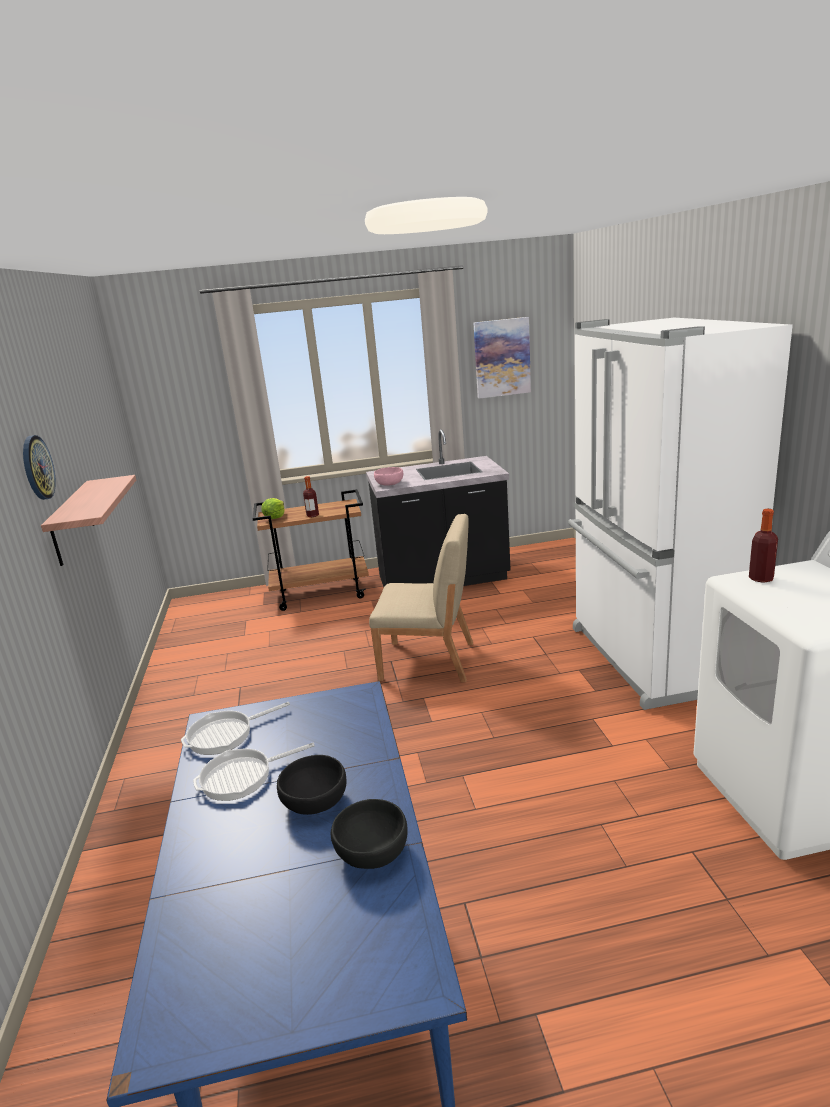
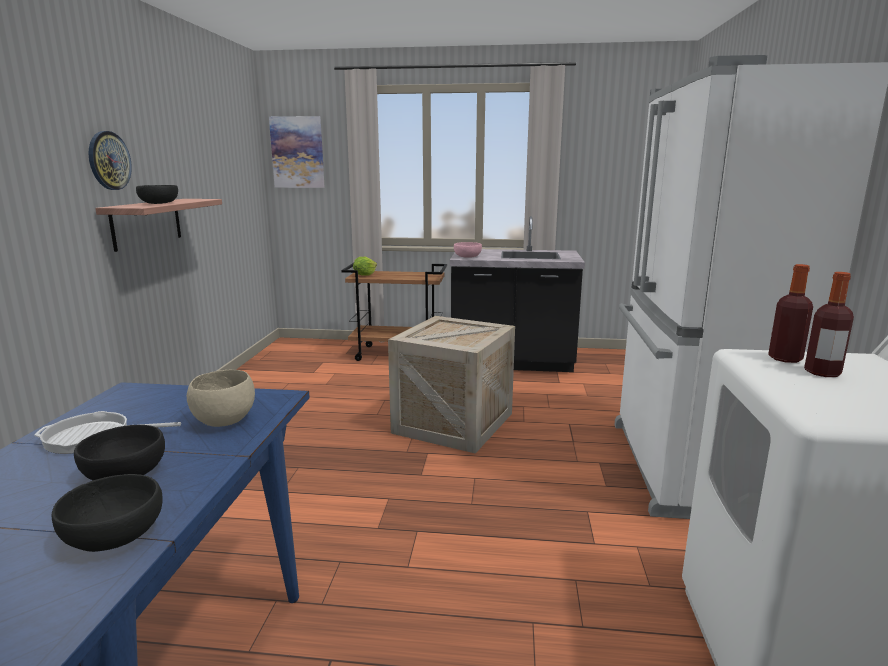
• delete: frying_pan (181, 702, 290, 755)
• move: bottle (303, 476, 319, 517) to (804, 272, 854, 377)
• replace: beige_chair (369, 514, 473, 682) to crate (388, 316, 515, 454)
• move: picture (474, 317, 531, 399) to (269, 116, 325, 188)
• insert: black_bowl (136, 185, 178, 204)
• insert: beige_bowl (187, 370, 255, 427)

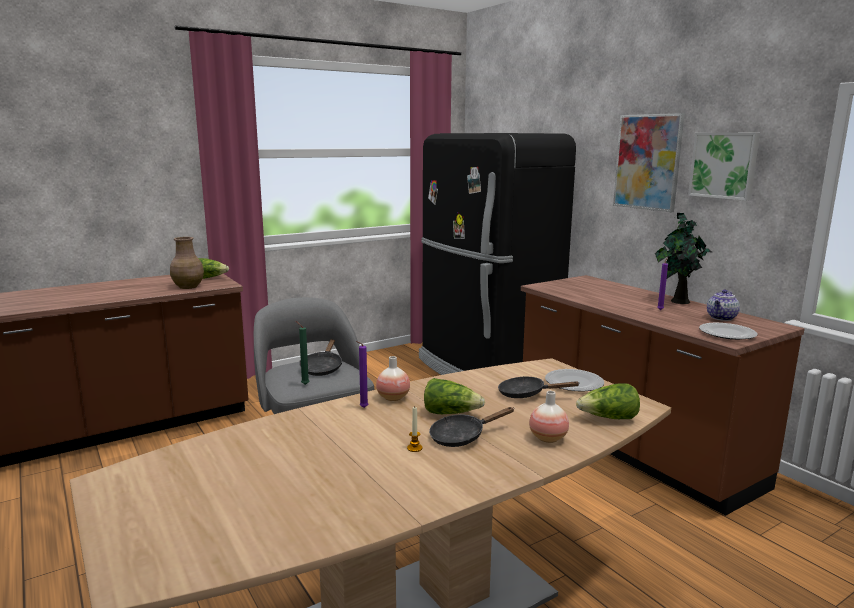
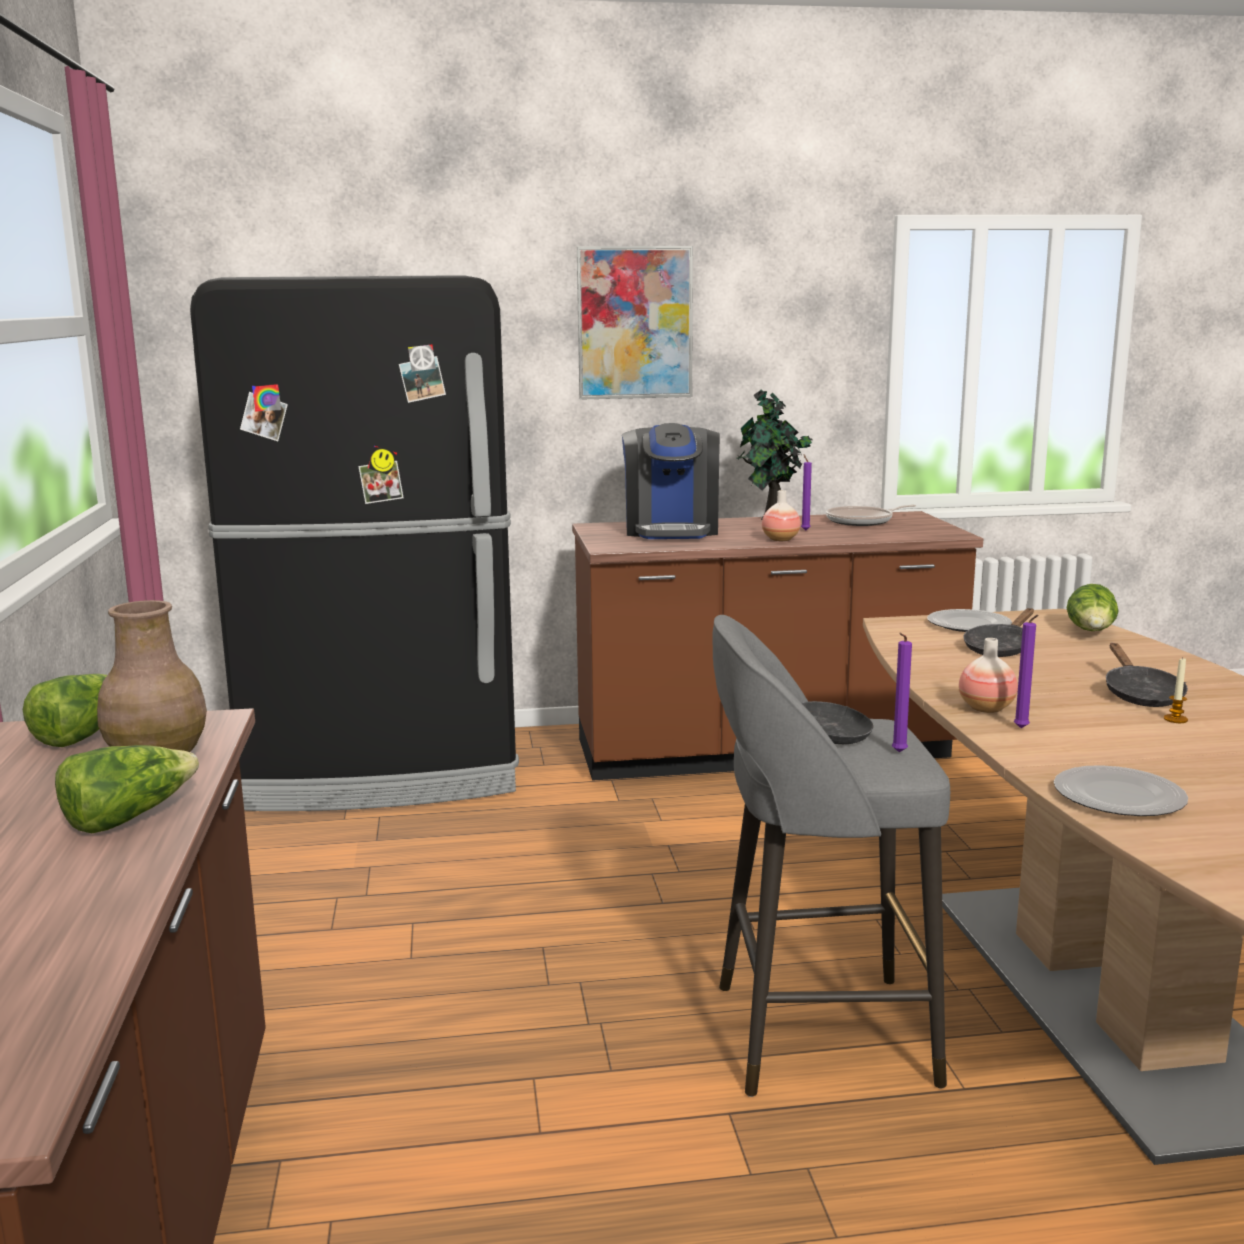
• recolor: green_candle (296, 321, 309, 385) to purple_candle (892, 633, 912, 753)
• move: lettuce (424, 378, 485, 414) to (55, 745, 199, 833)
• move: vase (529, 391, 569, 443) to (762, 490, 801, 541)
• delete: picture (688, 133, 760, 201)
• move: plate (699, 323, 758, 340) to (1054, 765, 1188, 816)
• replace: teapot (707, 290, 740, 321) to frying_pan (826, 505, 916, 526)
• insert: coffee_machine (622, 423, 720, 539)

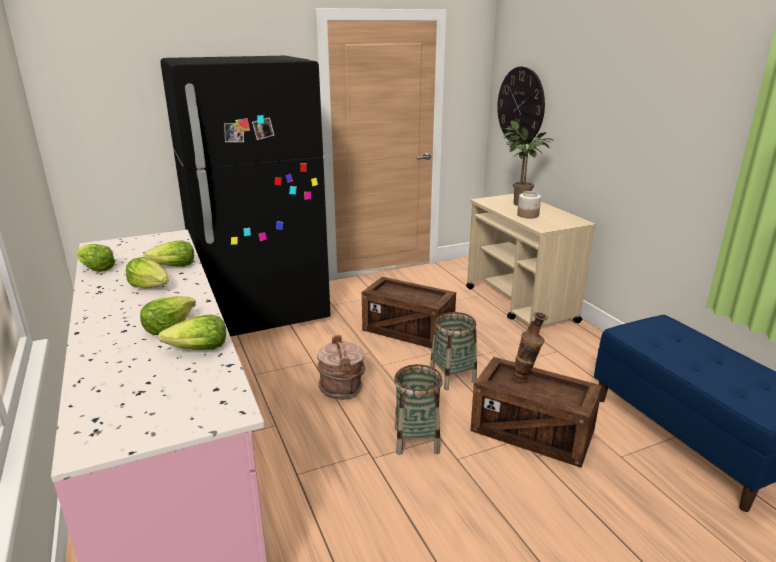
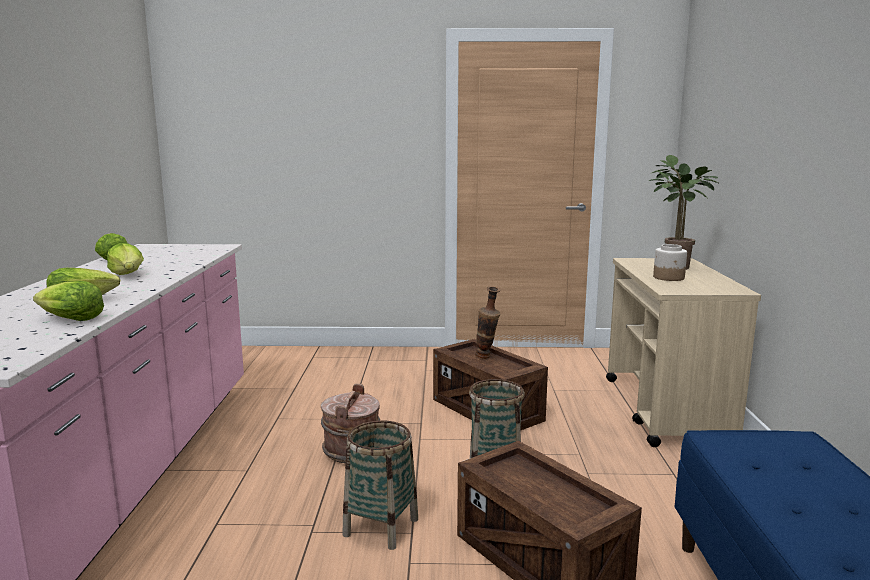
• delete: lettuce (143, 240, 194, 267)
• delete: black_fridge (160, 56, 331, 337)
• delete: wall_clock (497, 66, 545, 143)
• move: vase (512, 312, 548, 383) to (475, 287, 501, 359)

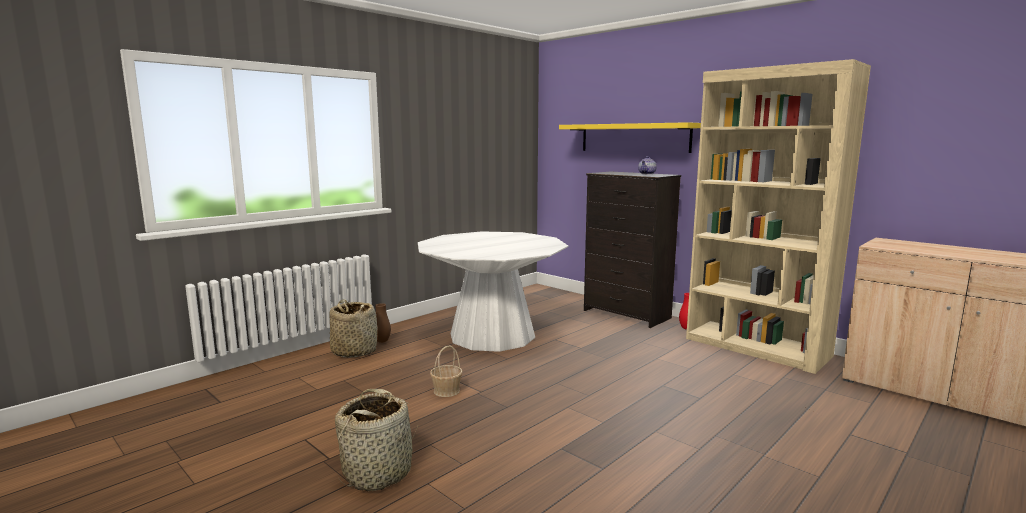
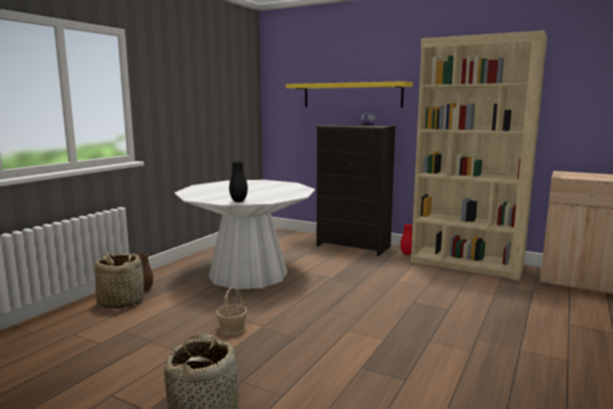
• insert: black_vase (229, 161, 248, 202)

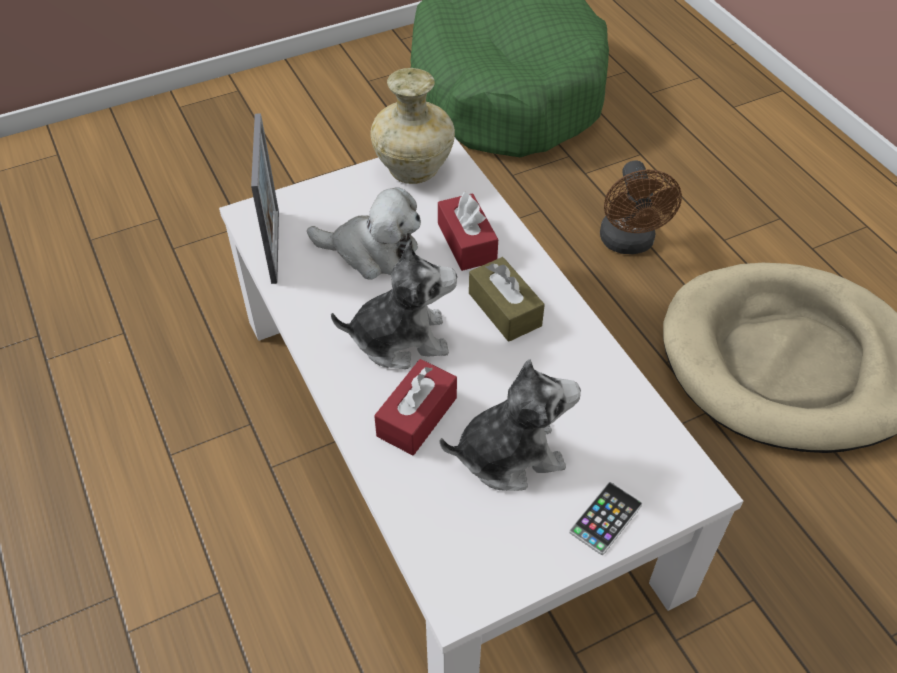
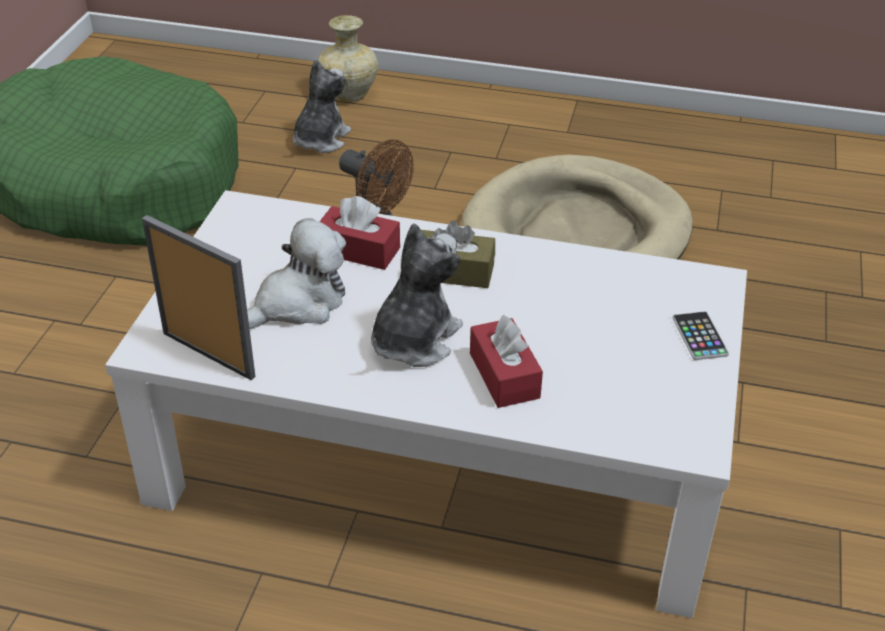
• move: beige_vase (370, 68, 455, 184) to (318, 15, 378, 102)
• move: plush_toy (440, 359, 581, 491) to (293, 59, 351, 153)

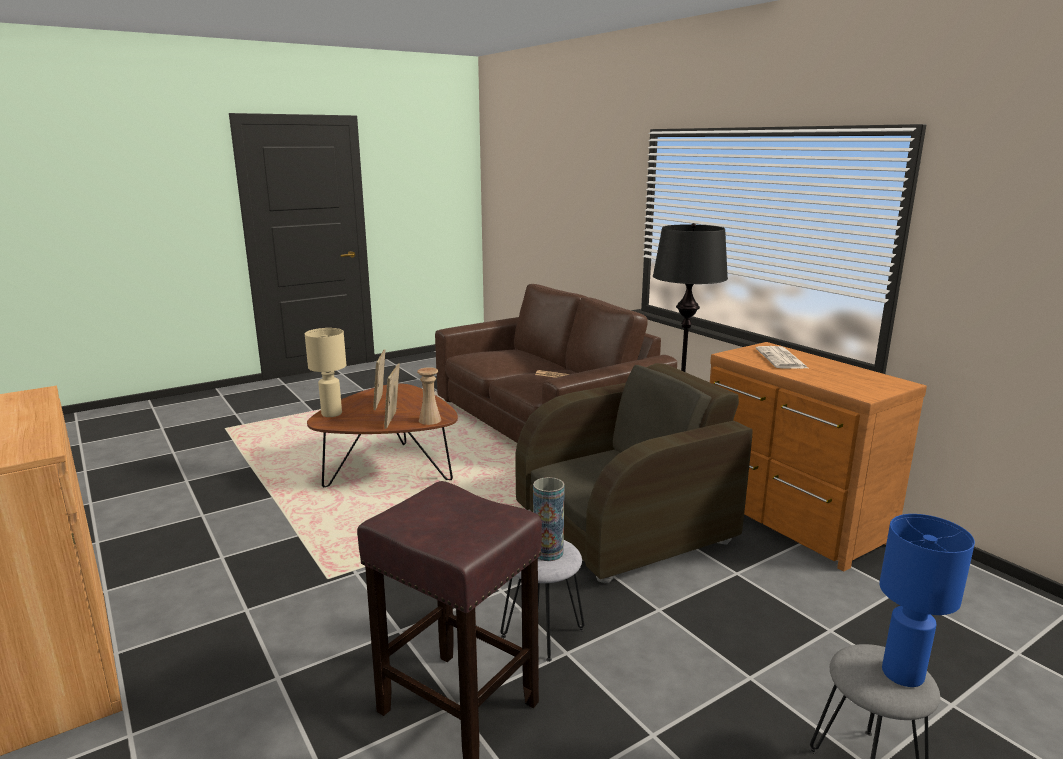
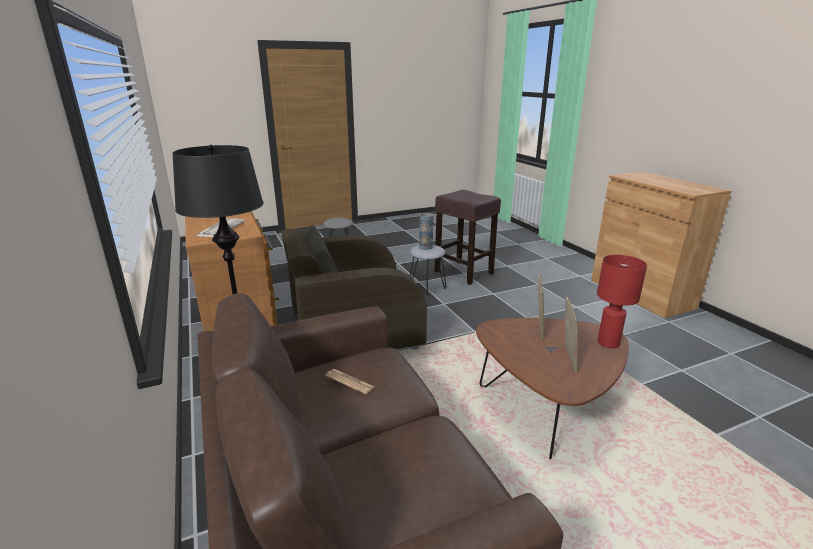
• recolor: beige_table_lamp (305, 328, 346, 417) to red_table_lamp (597, 255, 647, 348)
• delete: beige_vase (417, 367, 441, 425)
• delete: blue_table_lamp (879, 514, 975, 687)

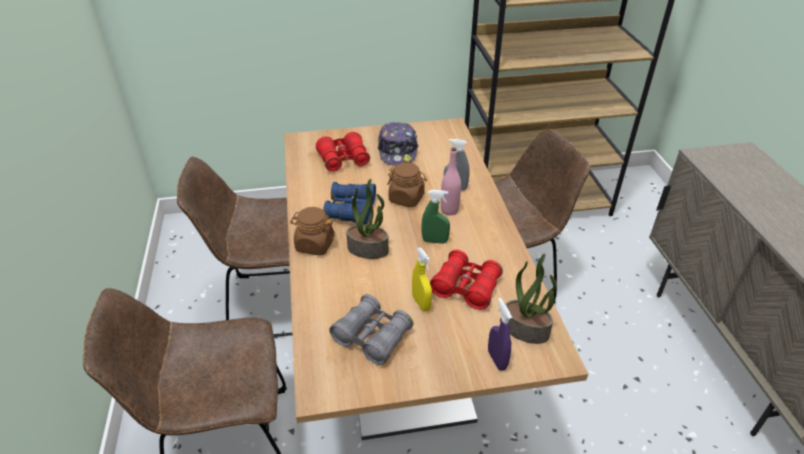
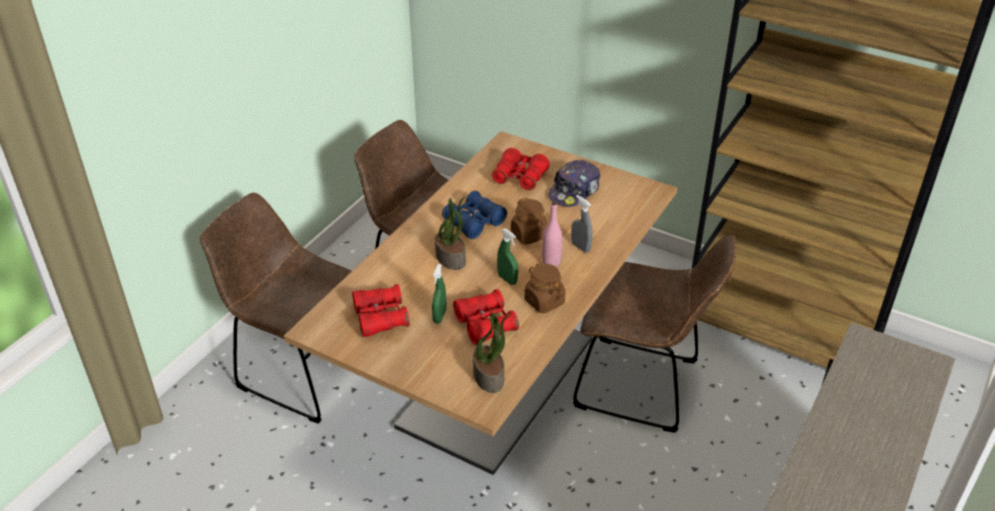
• move: brown_jar (290, 207, 335, 256) to (524, 264, 565, 313)
• recolor: grey_binoculars (330, 294, 413, 365) to red_binoculars (352, 284, 410, 337)
• recolor: yellow_spray_bottle (412, 248, 432, 312) to green_spray_bottle (432, 264, 446, 324)
• delete: purple_spray_bottle (488, 298, 512, 370)

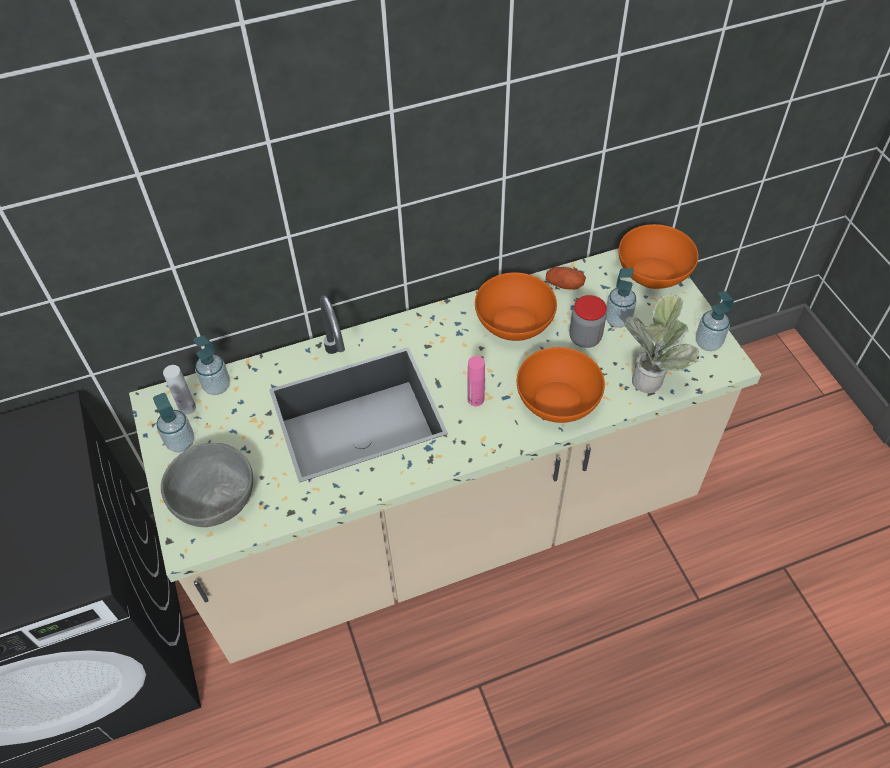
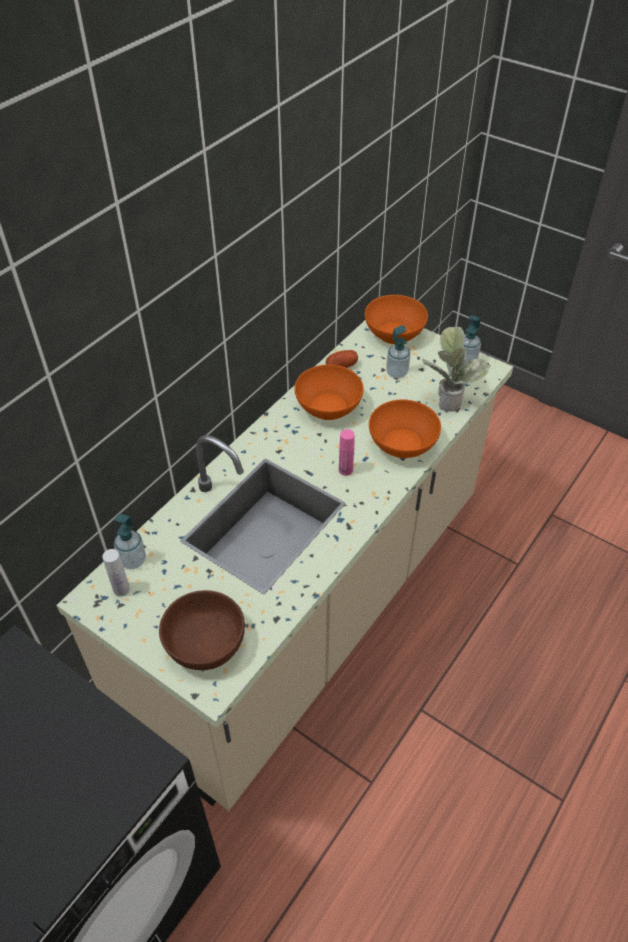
• delete: soap_dispenser (153, 393, 194, 452)
• recolor: grey_bowl (161, 443, 253, 527) to brown_bowl (159, 590, 245, 670)
• delete: jar (569, 295, 607, 348)

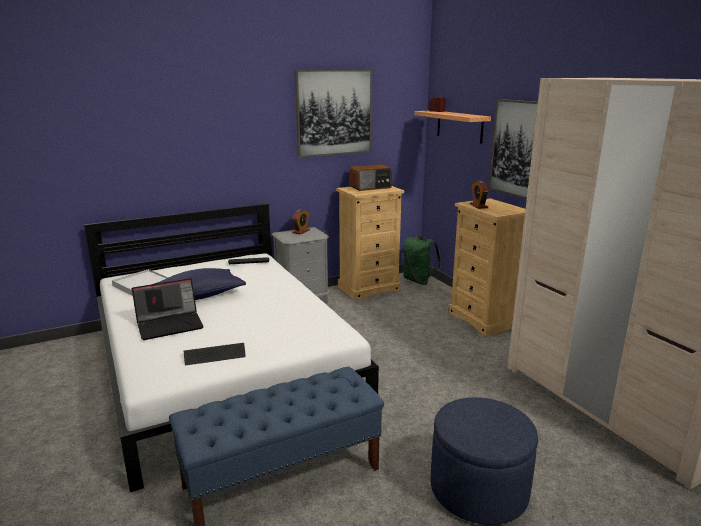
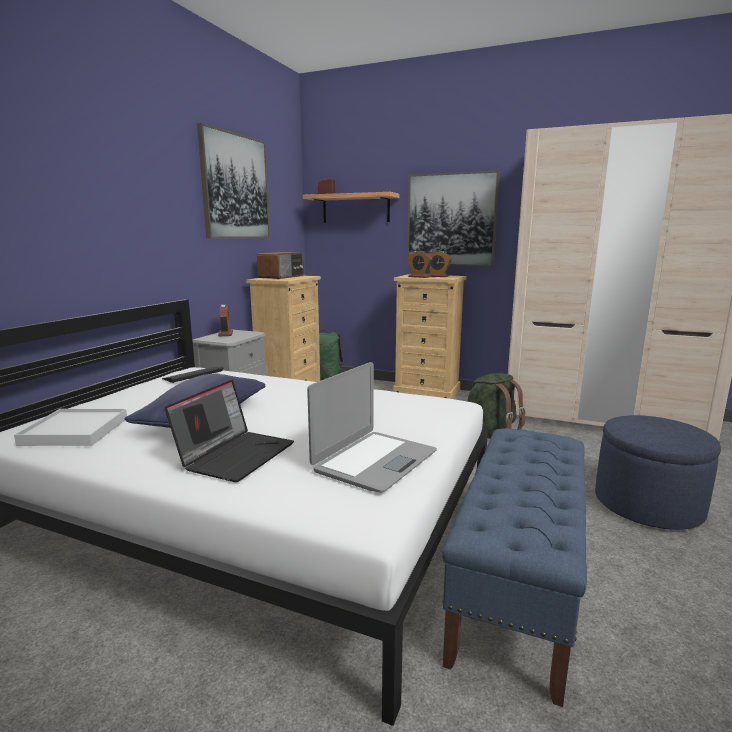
• replace: keyboard (184, 343, 246, 365) to laptop (307, 362, 437, 492)
• insert: alarm_clock (428, 251, 452, 277)
• insert: green_backpack (467, 373, 526, 439)

